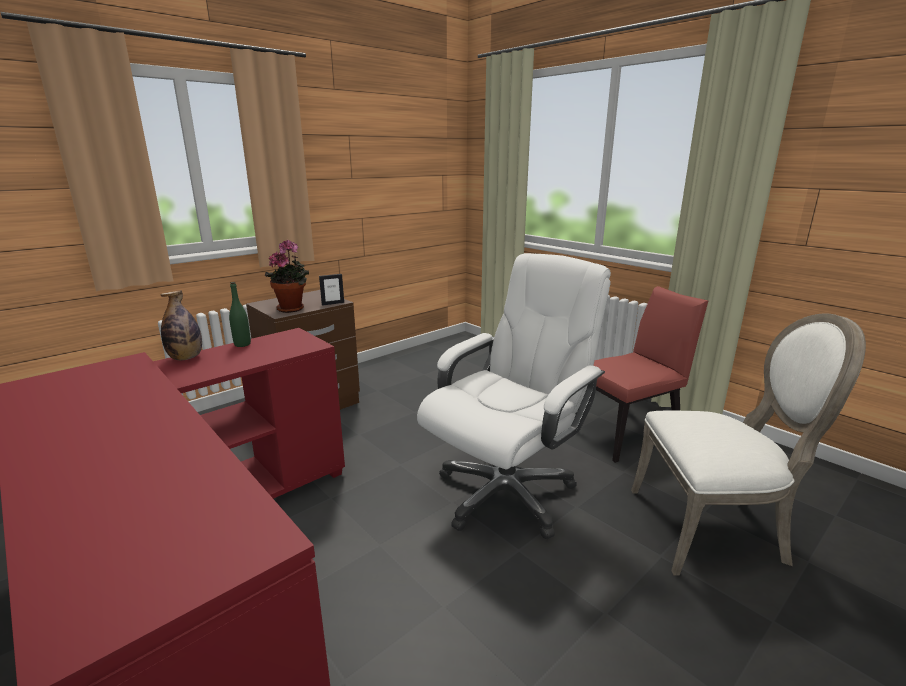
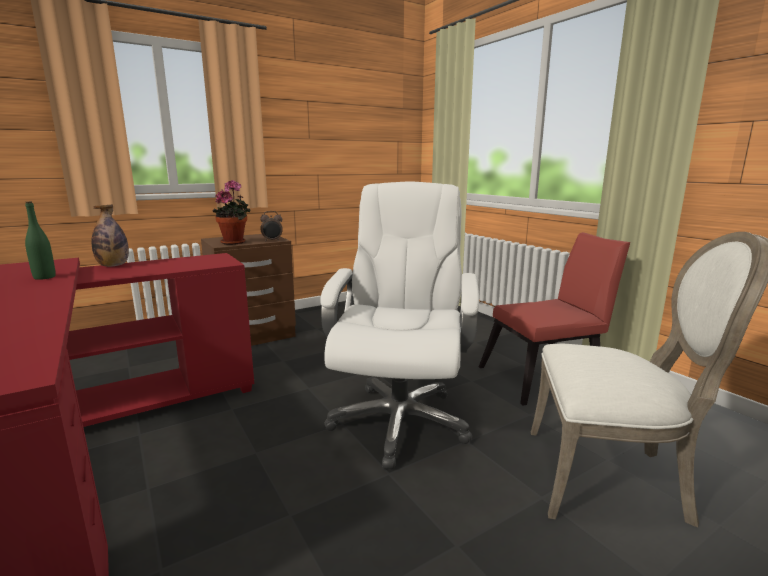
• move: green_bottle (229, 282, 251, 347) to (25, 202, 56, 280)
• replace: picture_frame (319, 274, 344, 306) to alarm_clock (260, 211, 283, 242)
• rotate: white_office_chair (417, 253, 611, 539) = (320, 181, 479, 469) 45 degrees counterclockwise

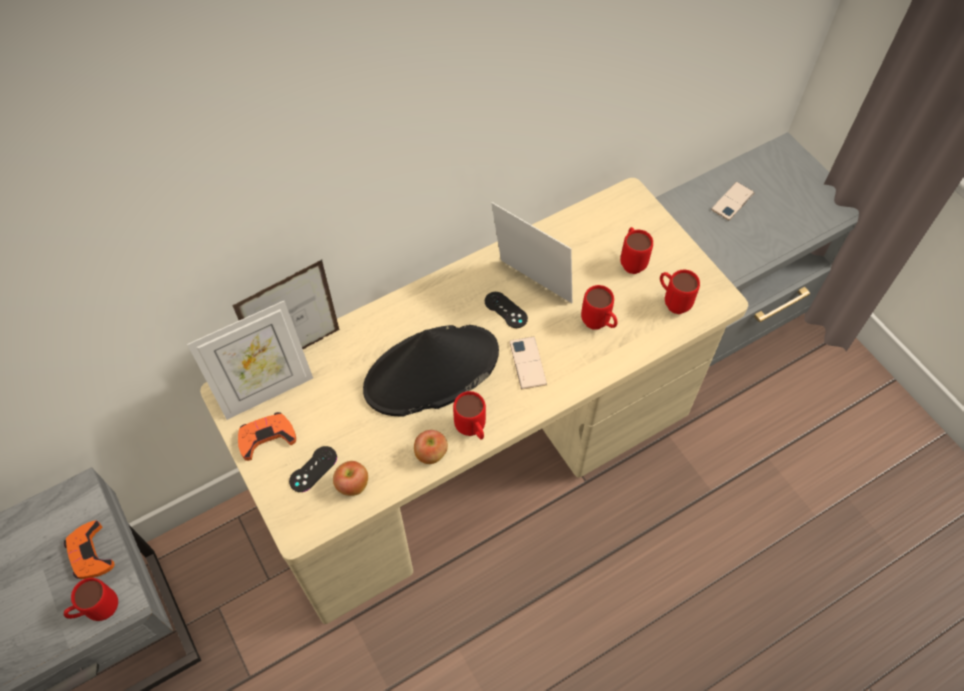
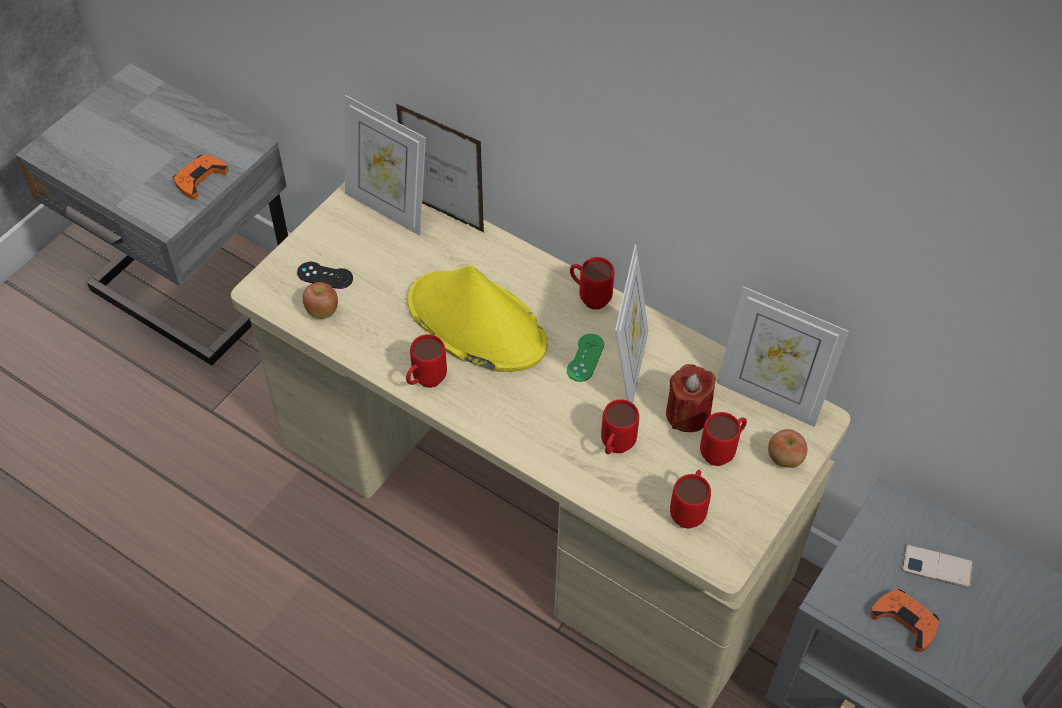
• move: red_mug (64, 578, 118, 621) to (570, 257, 614, 309)
• move: orange_game_controller (238, 412, 296, 461) to (870, 589, 939, 652)
• recolor: black_hat (363, 325, 499, 416) to yellow_hat (408, 265, 547, 372)
• move: apple (414, 430, 448, 464) to (768, 429, 807, 468)
• recolor: black_game_controller (485, 292, 528, 328) to green_game_controller (567, 334, 604, 382)
• delete: phone (510, 336, 547, 389)
• insert: red_candle (666, 364, 716, 432)
• insert: picture_frame (717, 286, 849, 427)

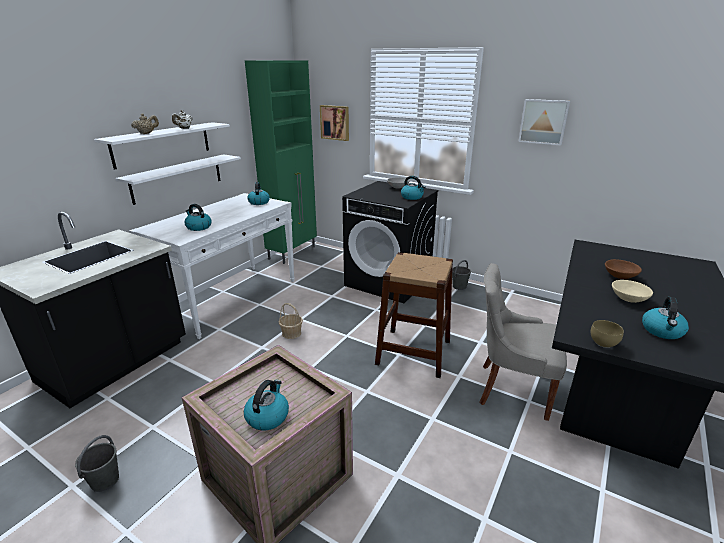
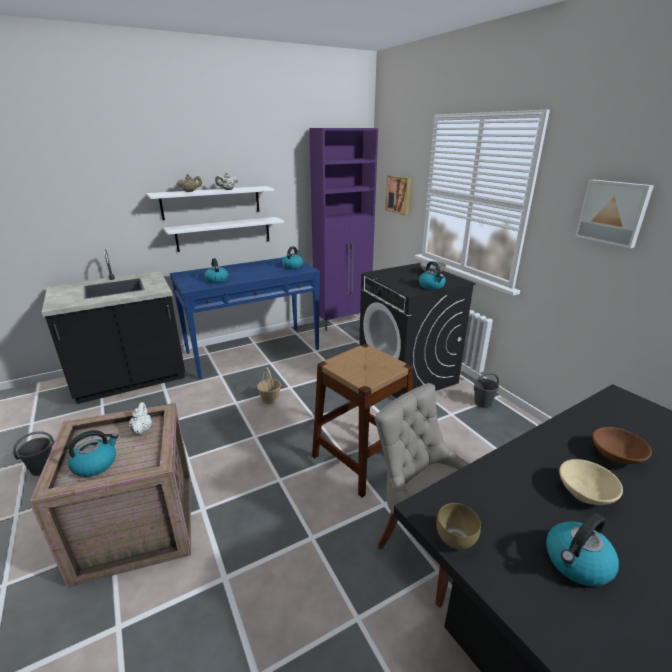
• recolor: white_console_table (129, 193, 294, 339) to blue_console_table (170, 257, 320, 379)
• recolor: green_cabinet (245, 60, 317, 264) to purple_cabinet (309, 128, 378, 331)
• insert: white_teapot (129, 402, 152, 435)

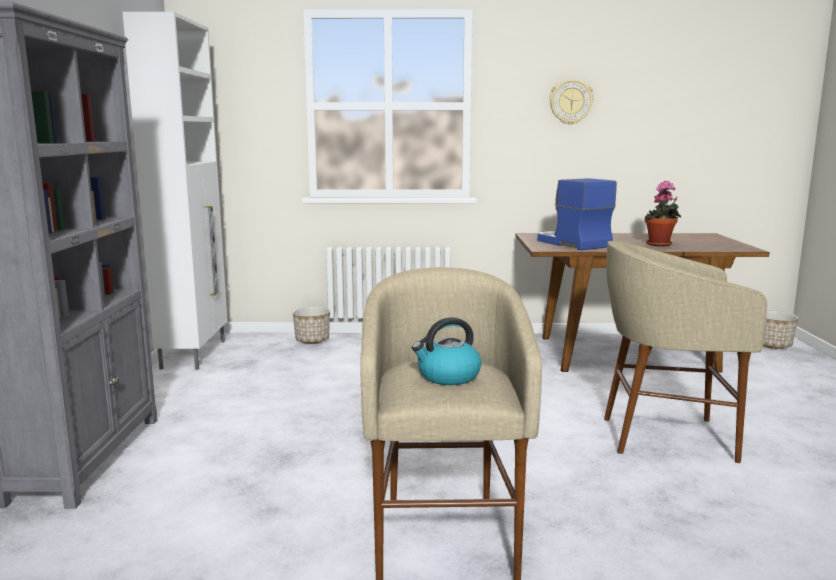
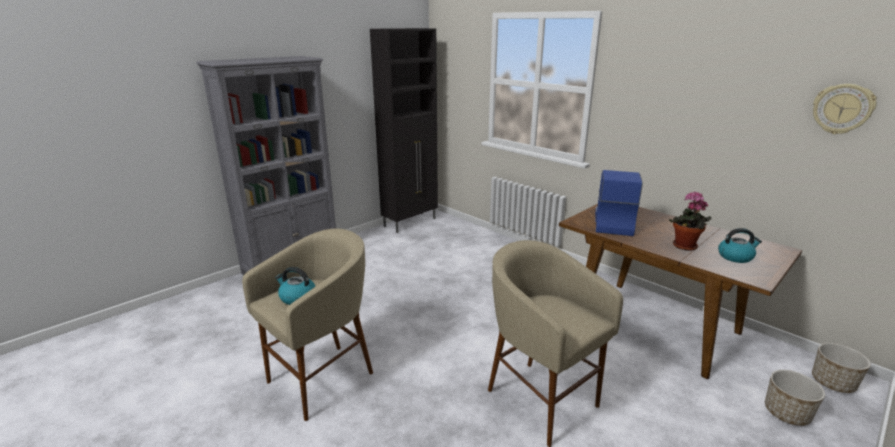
• recolor: white_cabinet (123, 12, 227, 370) to black_cabinet (370, 28, 438, 233)
• move: planter (293, 307, 330, 344) to (765, 370, 825, 426)
• move: wall_clock (549, 79, 594, 125) to (813, 84, 877, 134)
• insert: kettle (718, 228, 762, 263)

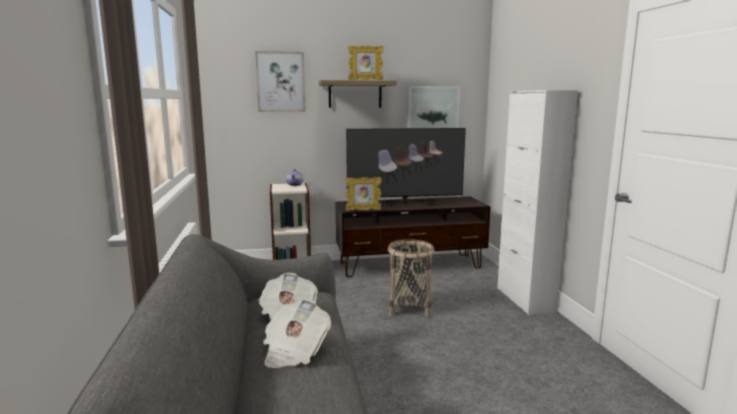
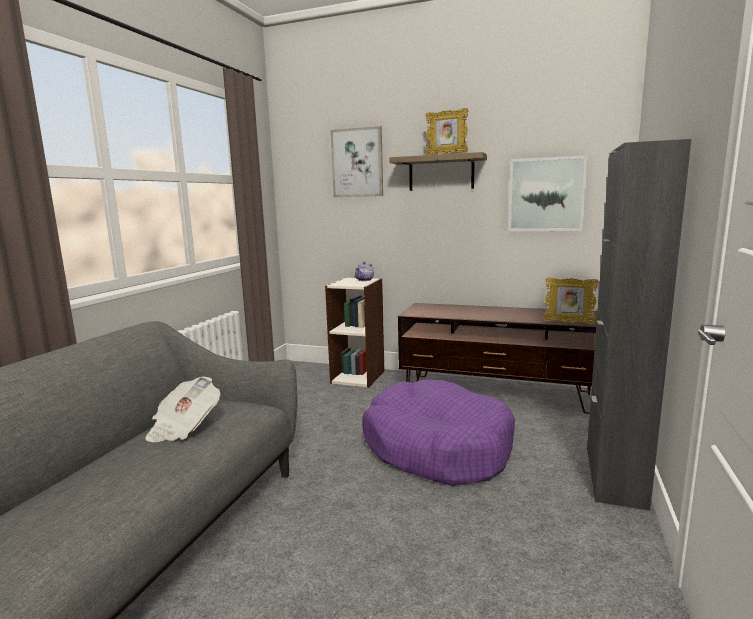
• delete: newspaper (263, 299, 331, 368)
• move: picture_frame (345, 177, 382, 211) to (544, 277, 599, 324)
• delete: television (346, 128, 466, 206)
• replace: basket (388, 239, 434, 317) to purple_dog_bed (362, 380, 515, 486)
• recolor: white_cabinet (497, 90, 578, 315) to black_cabinet (587, 139, 691, 511)

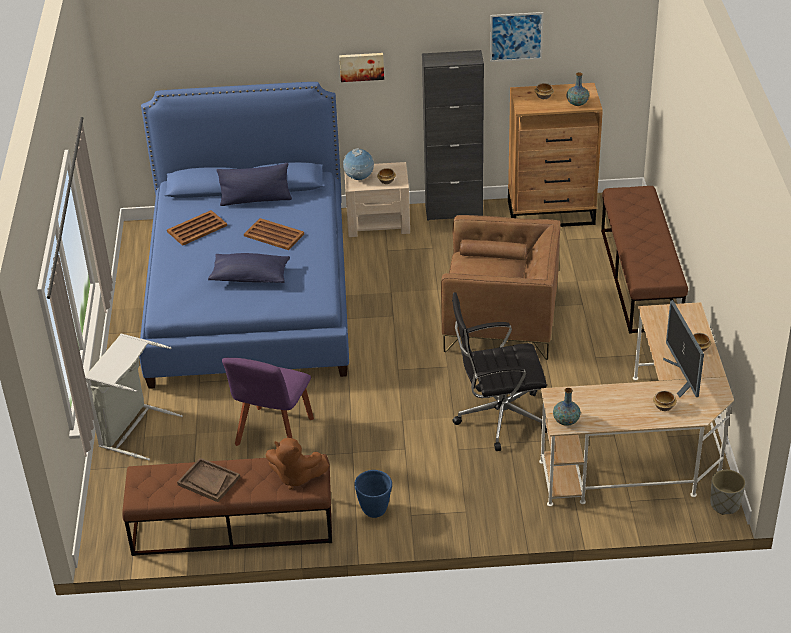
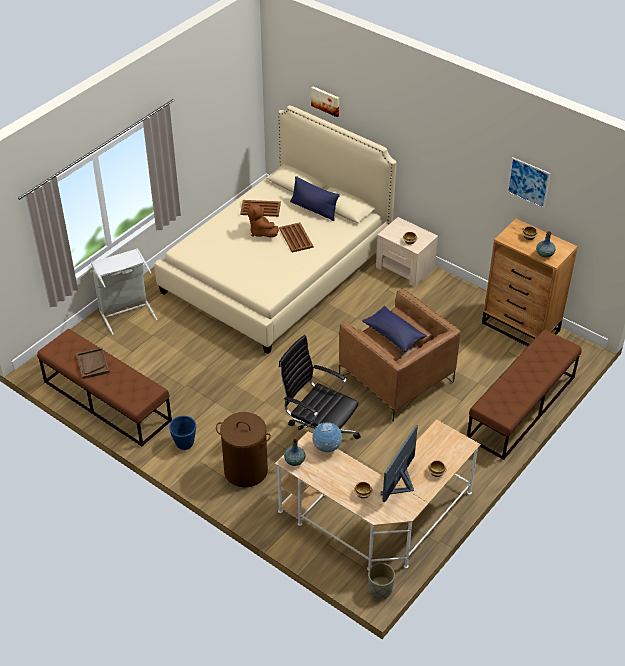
• recolor: blue_bed (139, 82, 349, 389) to beige_bed (154, 105, 397, 354)
• move: blue_pillow (208, 253, 290, 283) to (362, 306, 427, 352)
• delete: purple_chair (222, 358, 314, 446)
• move: brown_plush_toy (266, 438, 329, 490) to (248, 202, 279, 237)
• move: picture (339, 53, 384, 82) to (311, 86, 339, 117)
• move: globe (343, 148, 374, 180) to (312, 422, 343, 452)
• delete: black_cabinet (422, 50, 484, 221)
• insert: brown_laundry_basket (216, 412, 271, 487)

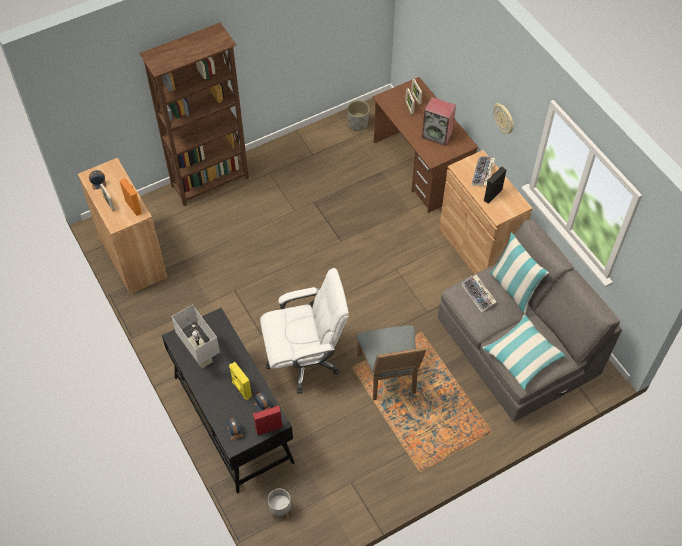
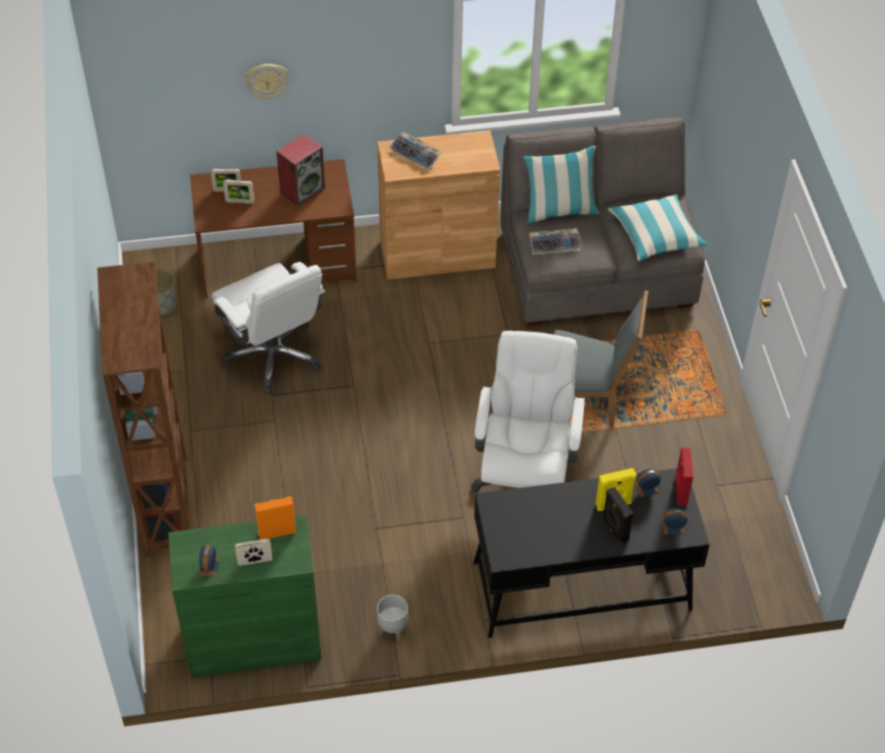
• recolor: brown_cabinet (78, 158, 168, 294) to green_cabinet (168, 515, 322, 677)
• delete: white_table_lamp (172, 305, 220, 368)
• move: grey_planter (268, 489, 291, 519) to (377, 595, 408, 642)
• move: black_speaker (484, 167, 506, 204) to (602, 487, 634, 545)
• move: wall_clock (493, 103, 514, 134) to (245, 64, 289, 99)
• insert: white_office_chair (212, 262, 325, 394)

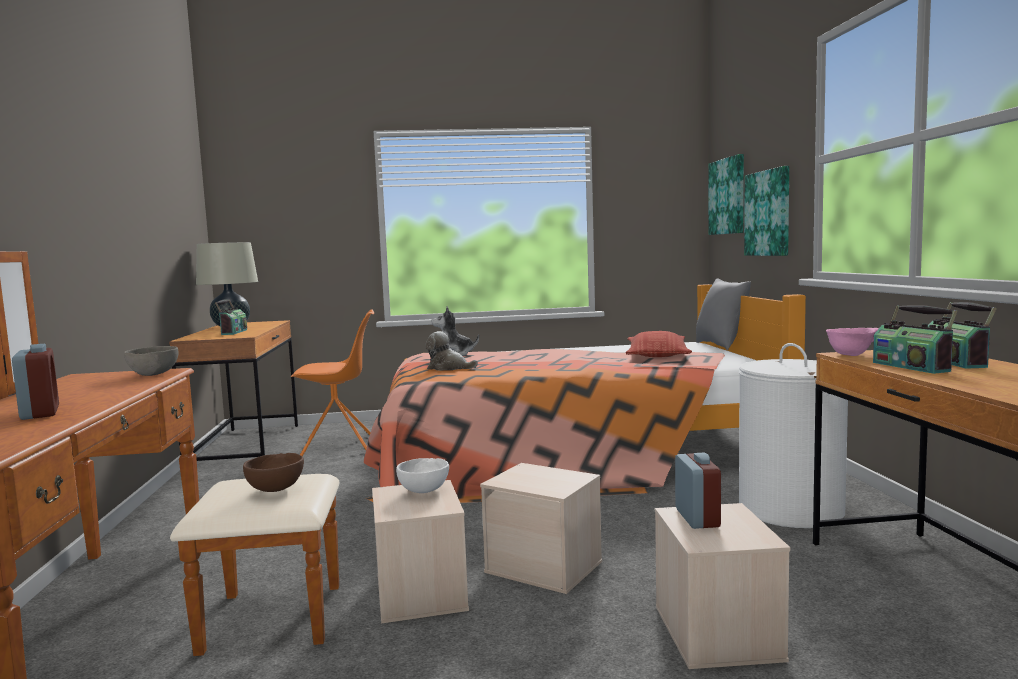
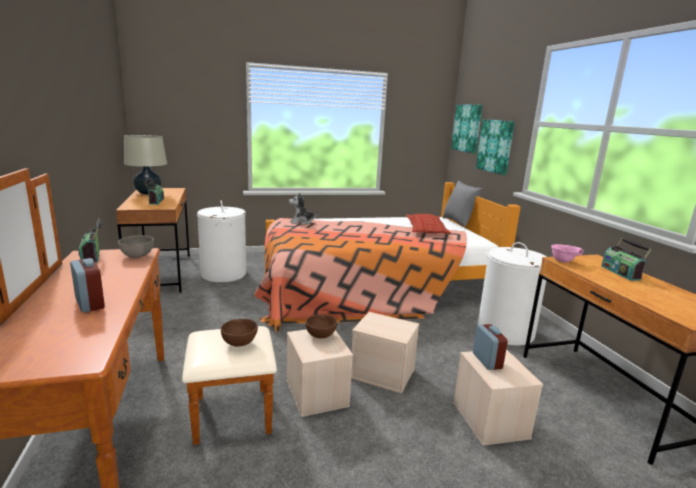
• replace: orange_chair (291, 309, 374, 456) to white_laundry_basket (197, 201, 246, 282)
• recolor: white_bowl (396, 458, 449, 493) to brown_bowl (306, 314, 337, 338)
• delete: plush_toy (425, 331, 478, 371)
• move: radio (873, 305, 957, 374) to (79, 219, 101, 263)

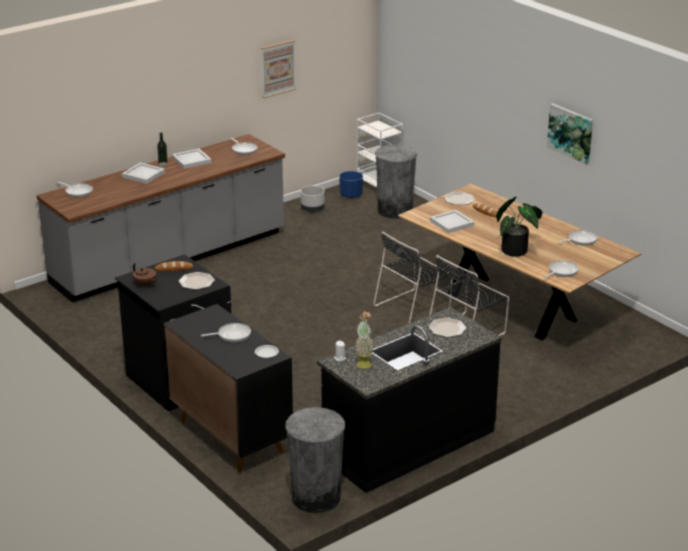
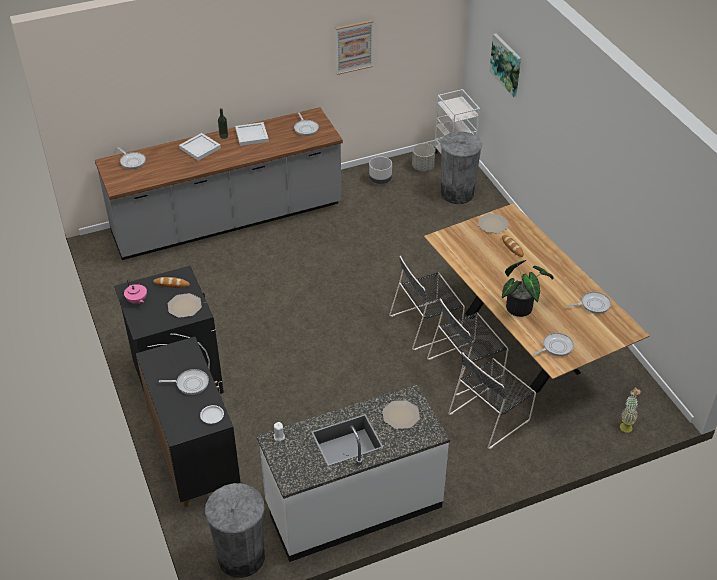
• recolor: brown_teapot (133, 263, 157, 287) to pink_teapot (124, 280, 147, 304)
• recolor: black_counter (317, 307, 502, 493) to white_counter (256, 384, 450, 562)
• recolor: blue_planter (339, 171, 363, 198) to grey_planter (412, 143, 435, 171)
• move: potted_plant (355, 311, 374, 369) to (620, 387, 641, 433)
• delete: white_tray (430, 210, 474, 233)
• move: picture (547, 103, 593, 165) to (489, 33, 521, 97)
• insert: black_chair (448, 352, 536, 449)

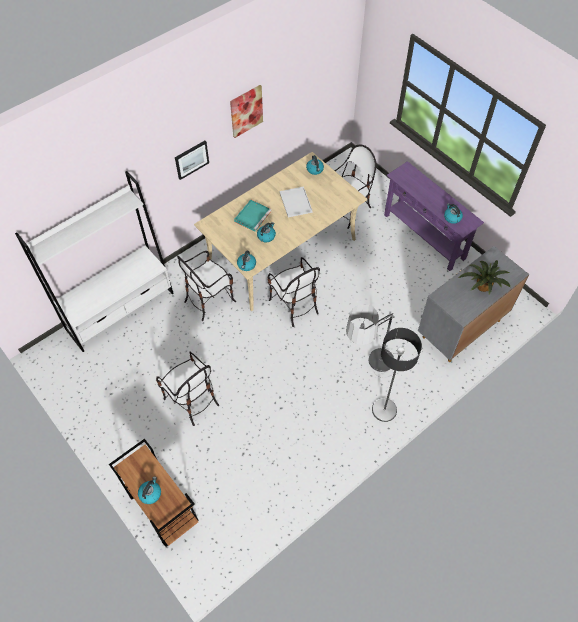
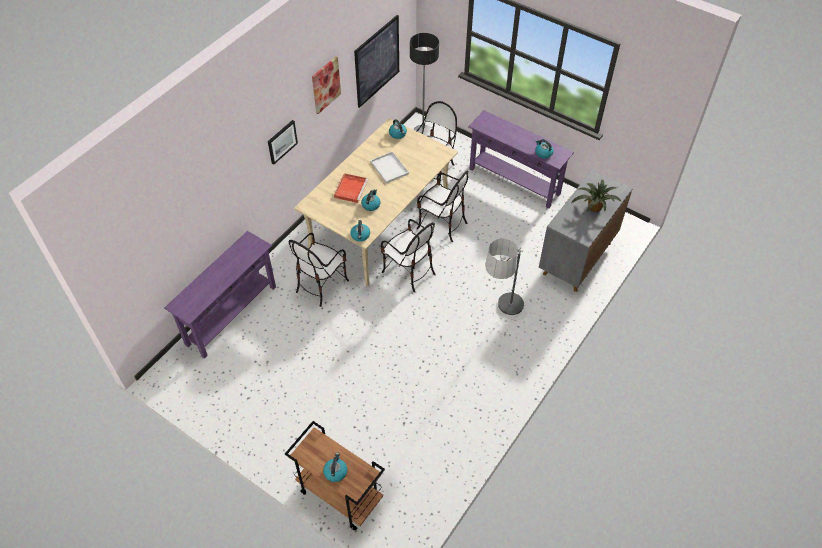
• replace: white_bookcase (15, 171, 174, 352) to purple_console_table (164, 231, 276, 359)
• move: chair (156, 352, 219, 426) to (417, 171, 468, 242)
• recolor: turquoise_tray (234, 199, 271, 232) to red_tray (334, 173, 368, 203)
• move: floor_lamp (372, 328, 422, 422) to (410, 33, 439, 136)
• insert: picture (354, 15, 399, 108)

